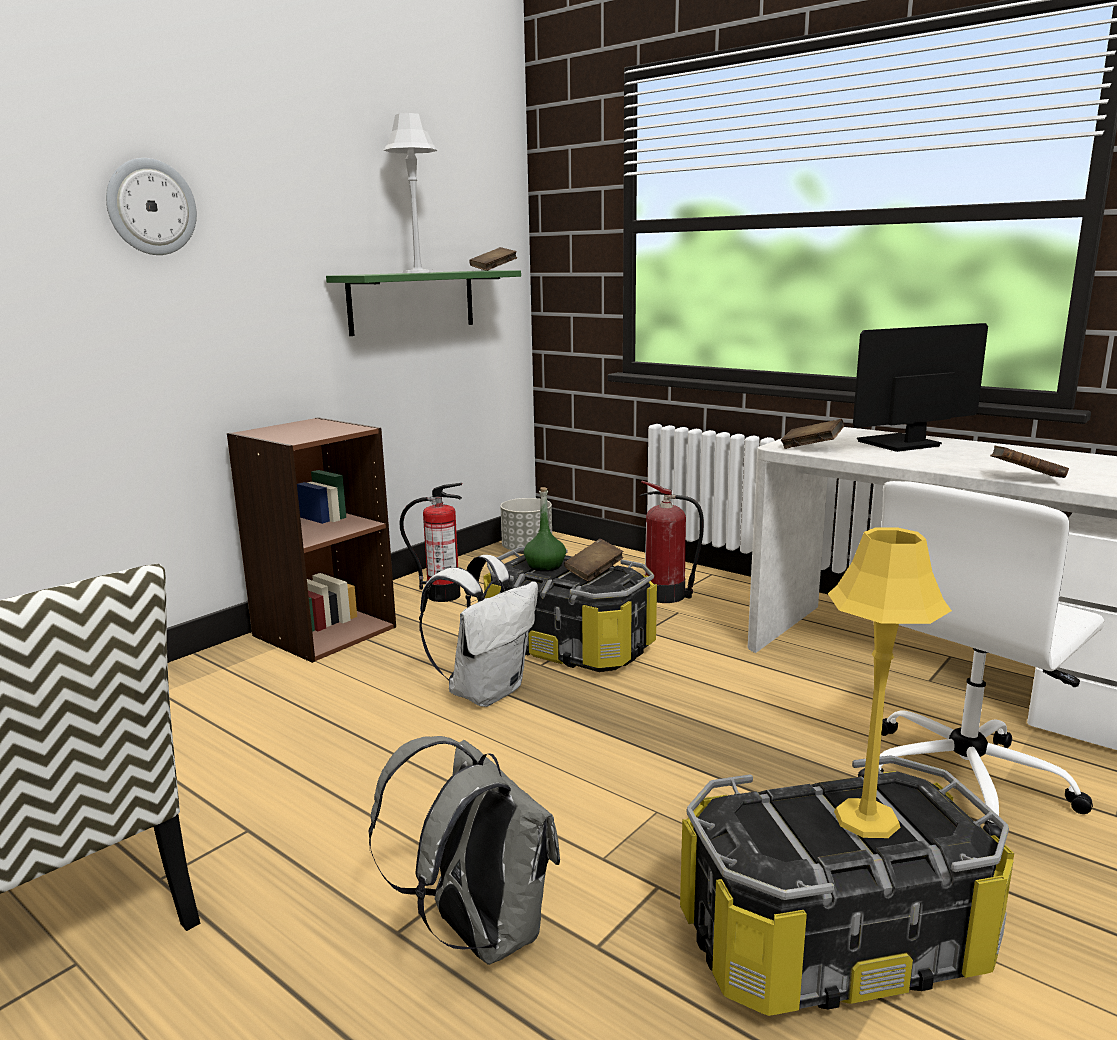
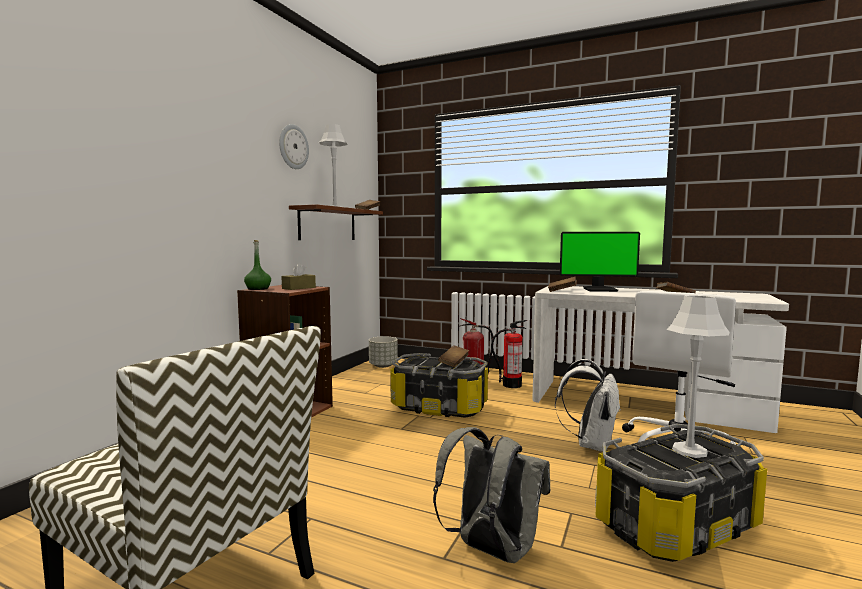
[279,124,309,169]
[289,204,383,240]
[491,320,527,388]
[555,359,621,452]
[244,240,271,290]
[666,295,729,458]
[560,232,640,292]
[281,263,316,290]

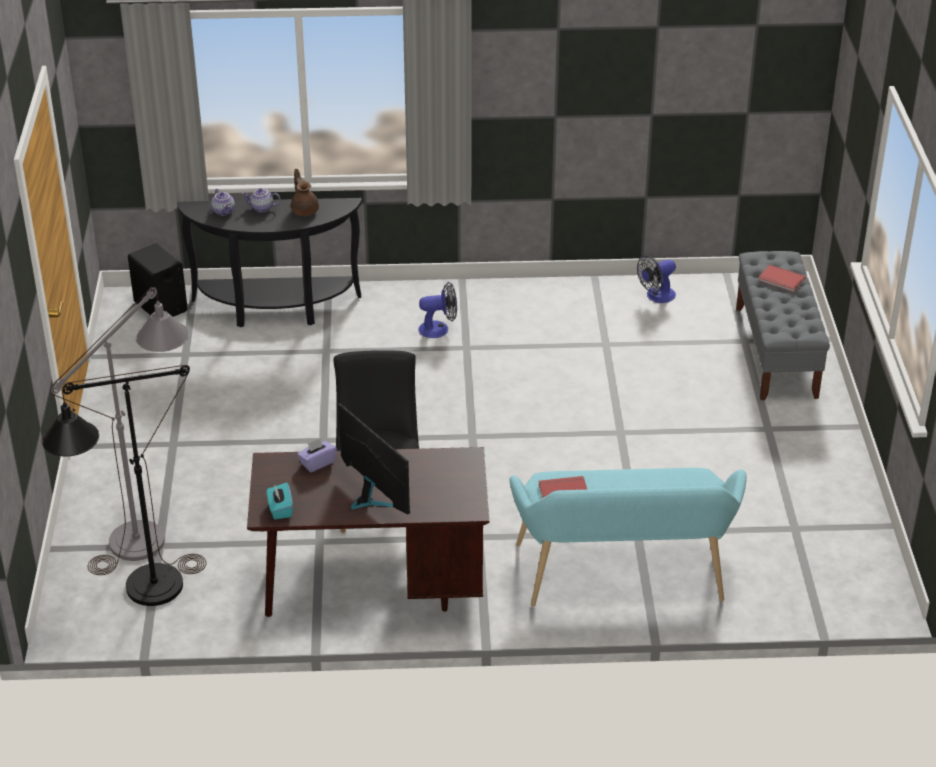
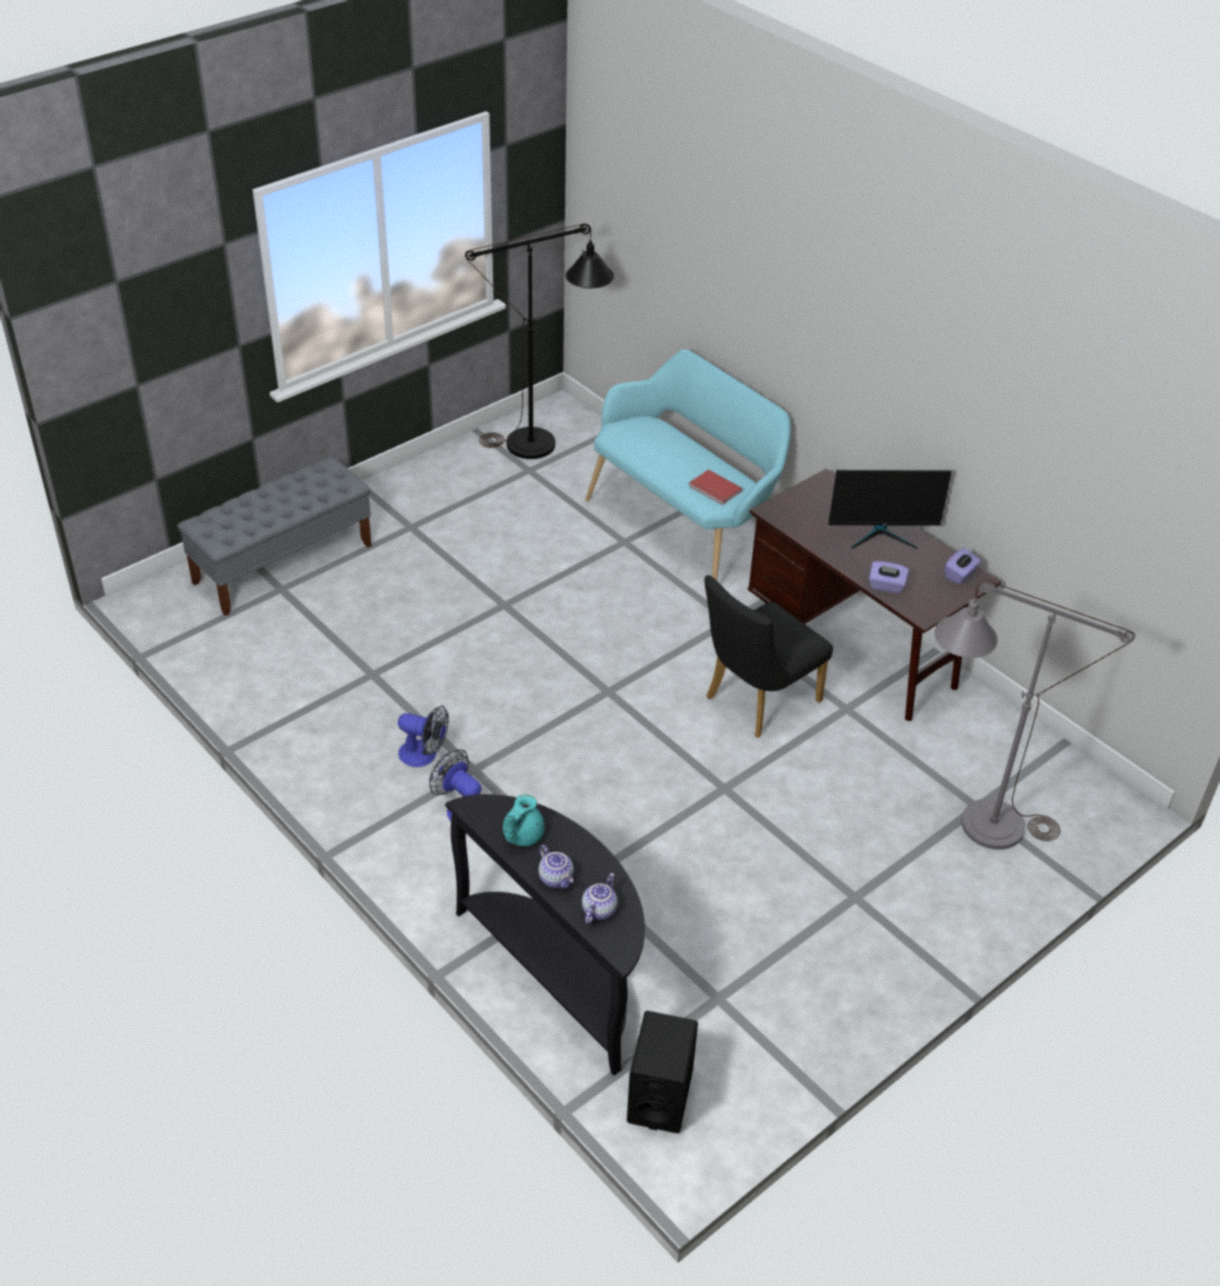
[465,224,614,459]
[945,548,981,585]
[503,794,544,846]
[828,470,952,549]
[398,705,449,767]
[758,265,806,292] (first image)

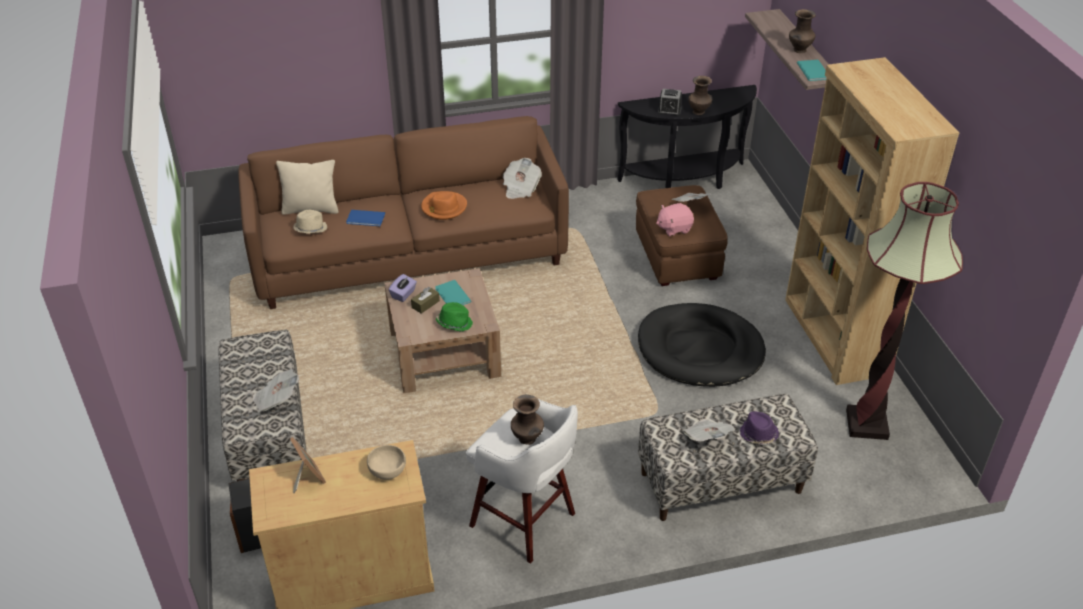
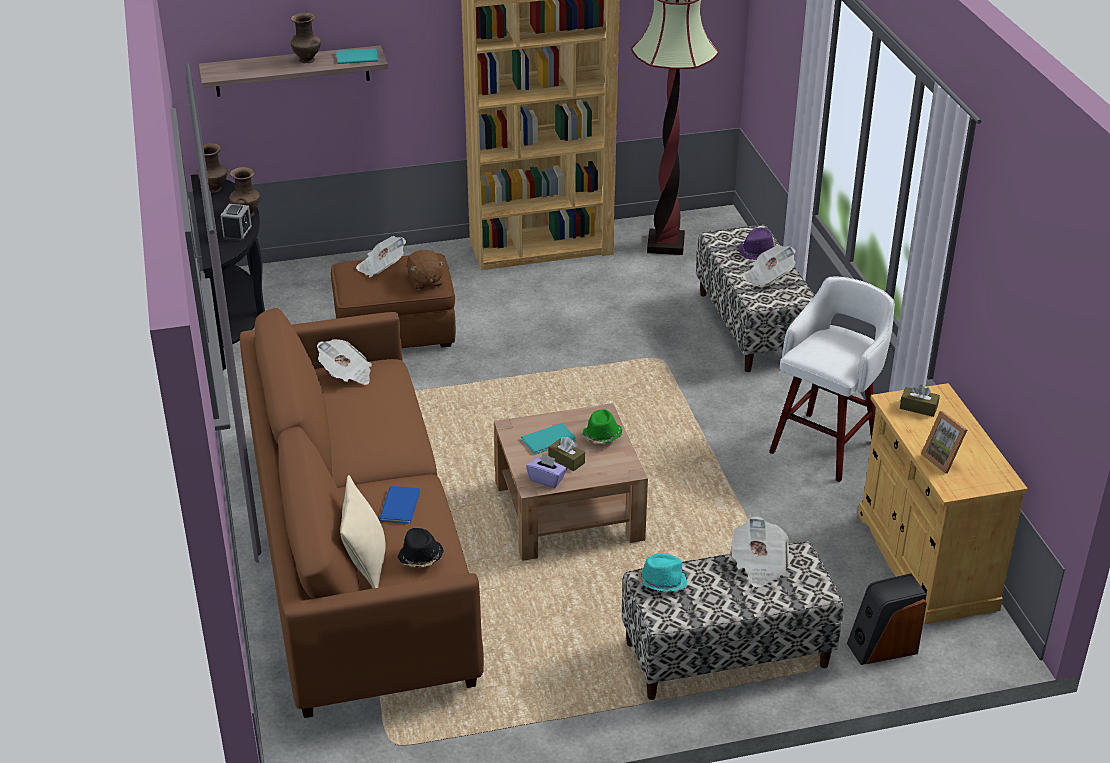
[921,411,967,474]
[398,528,444,567]
[900,385,940,417]
[421,191,467,220] (first image)
[197,143,227,193]
[638,303,766,387] (first image)
[407,250,445,290]
[638,553,687,591]

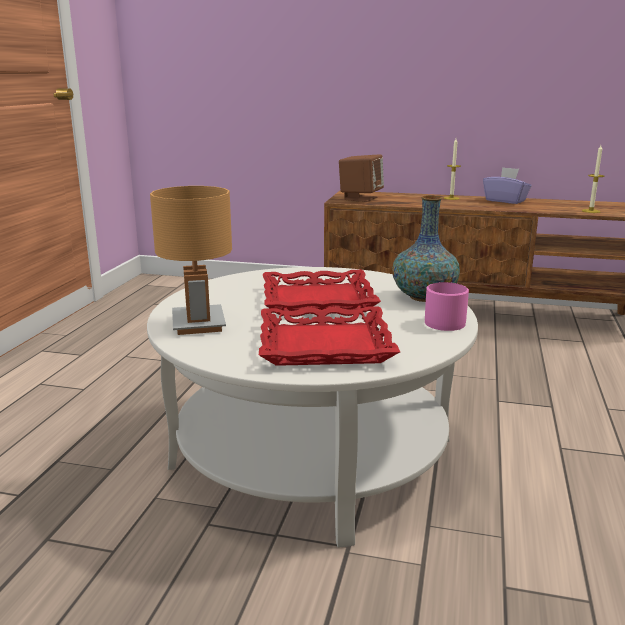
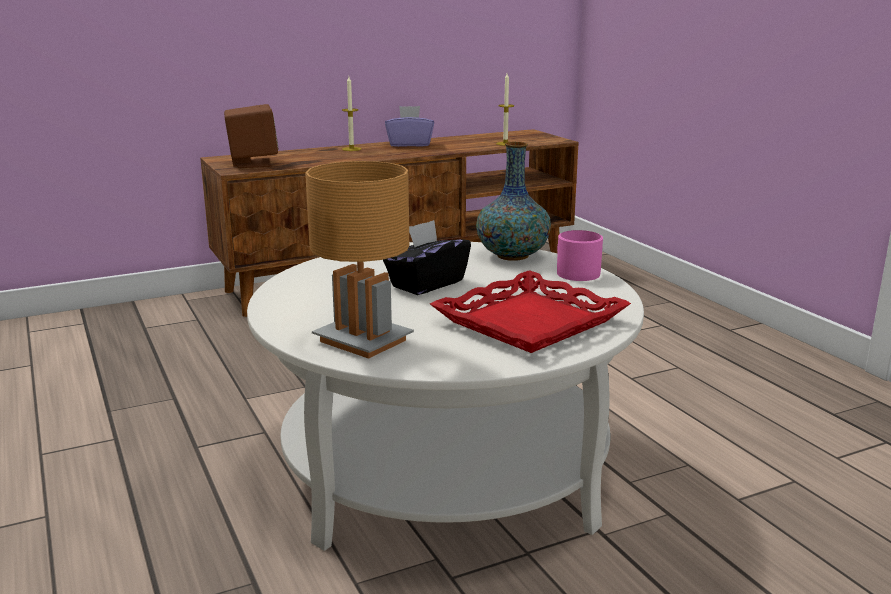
[383,220,471,295]

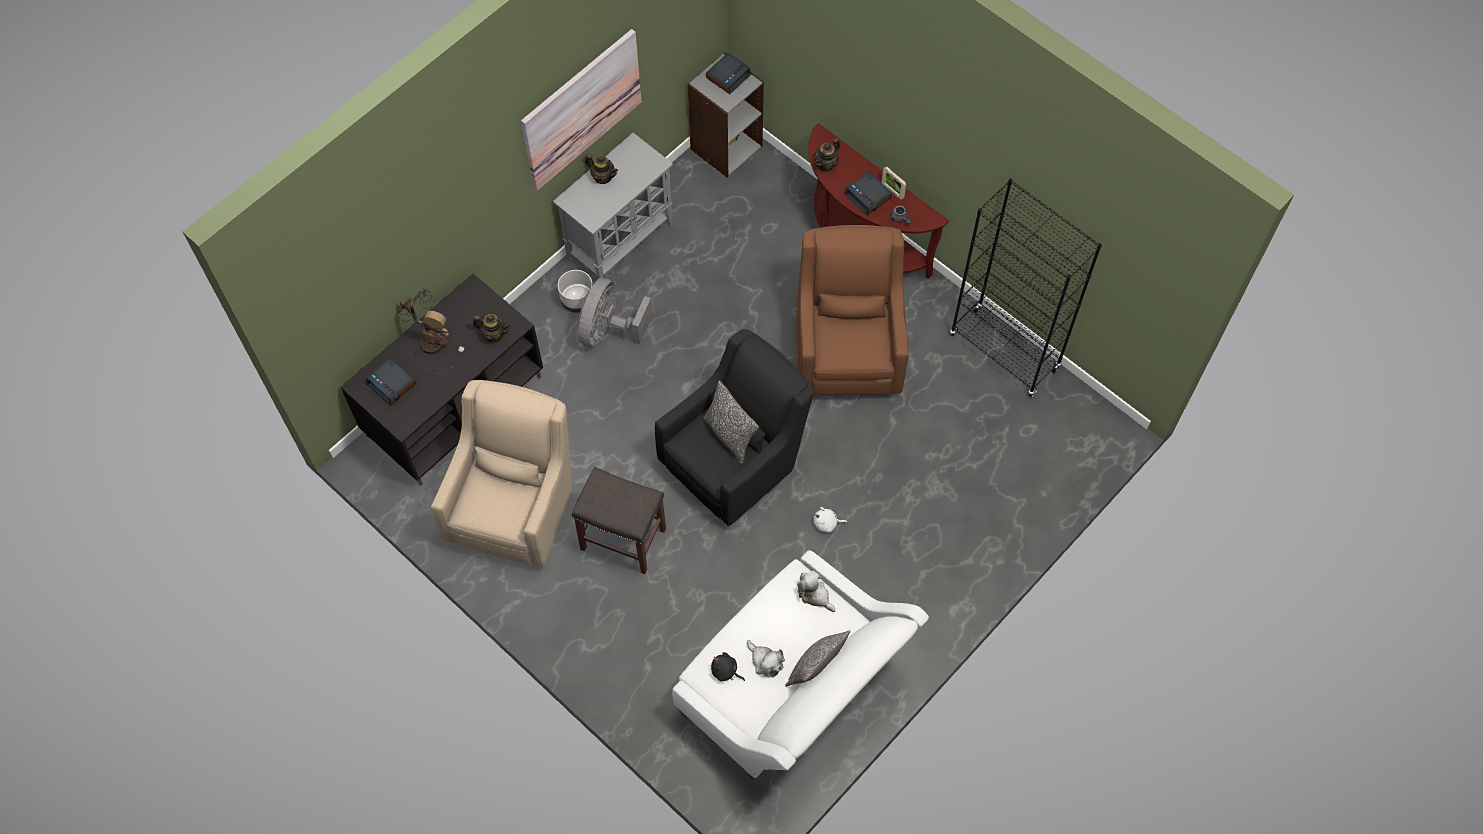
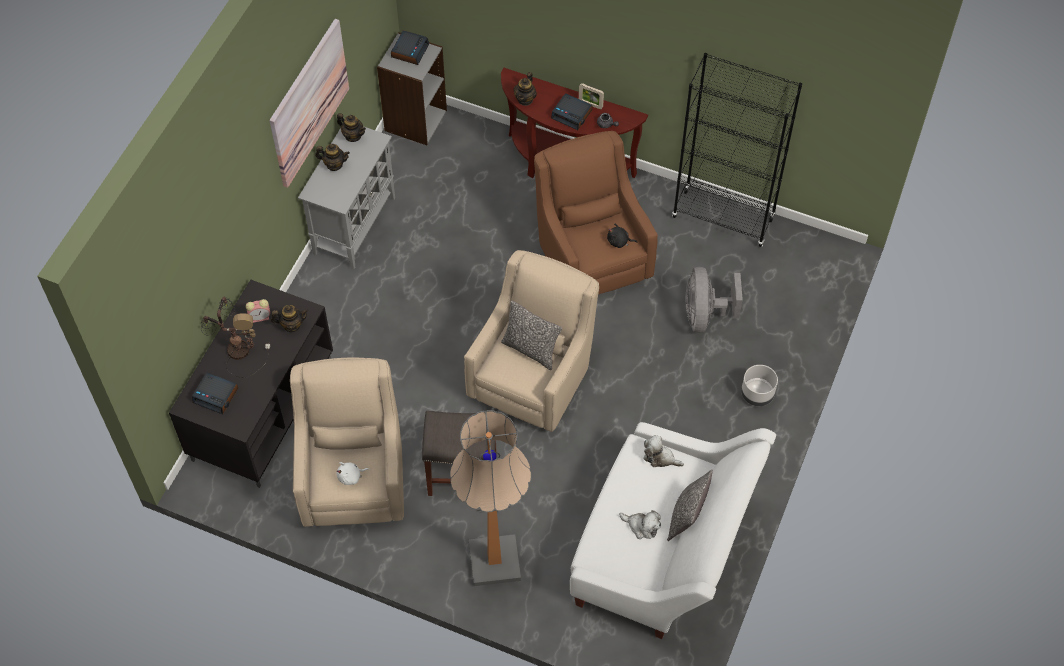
[741,365,778,406]
[685,267,743,333]
[464,250,599,432]
[607,223,638,248]
[337,462,370,485]
[246,299,270,323]
[337,113,366,142]
[450,410,531,586]

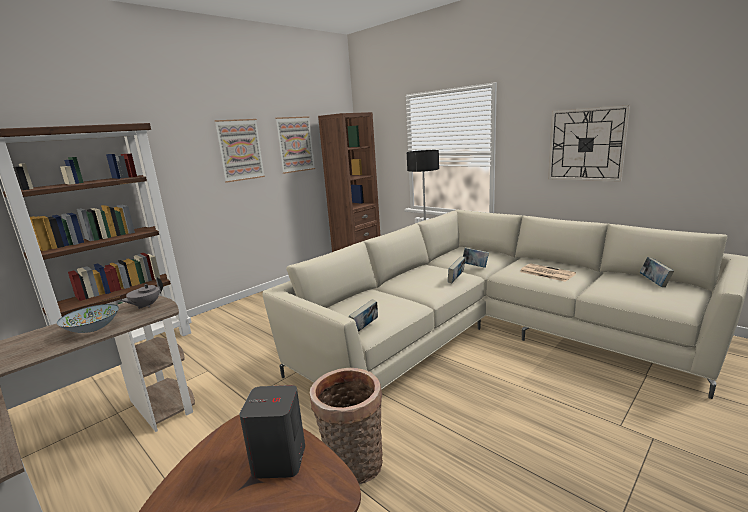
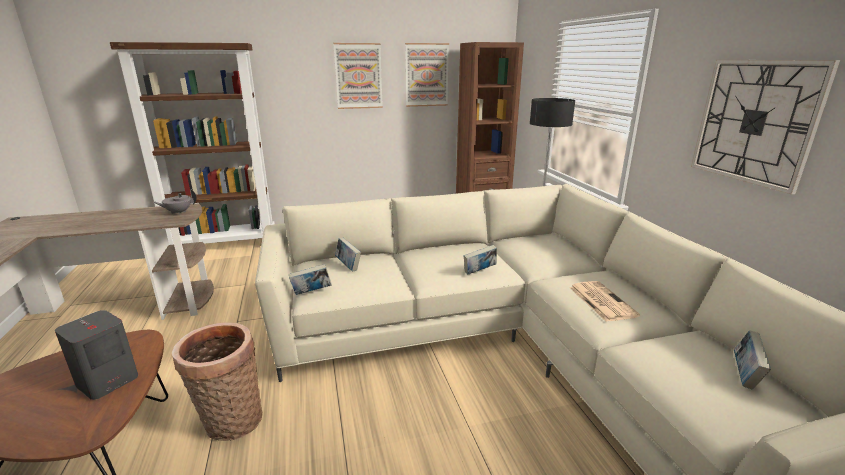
[57,304,119,333] (first image)
[335,238,361,271]

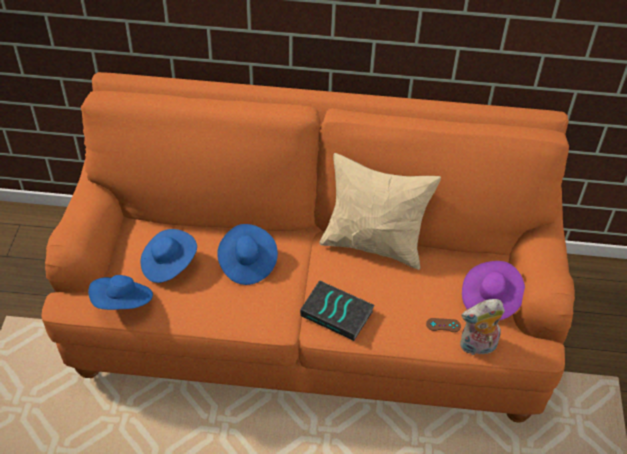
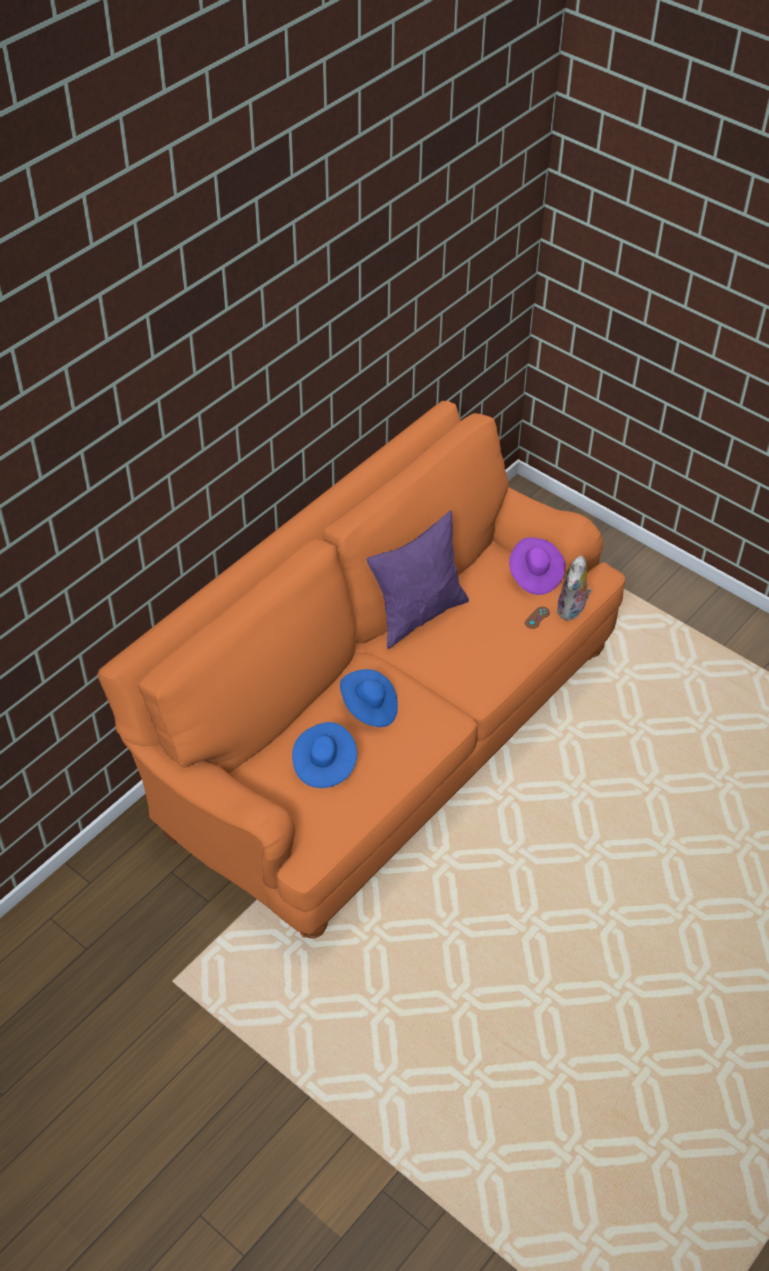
[88,275,153,310] (first image)
[300,280,375,341] (first image)
[367,510,469,649]

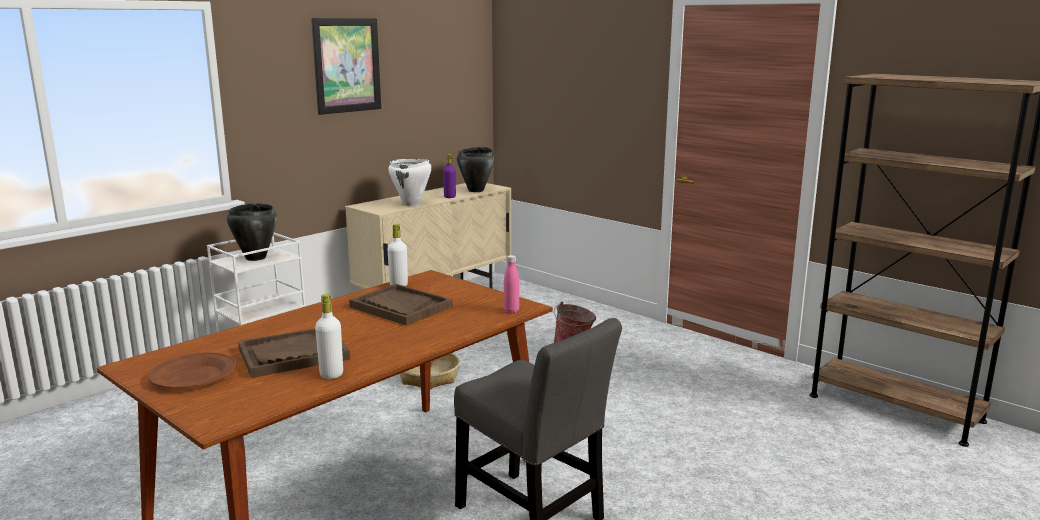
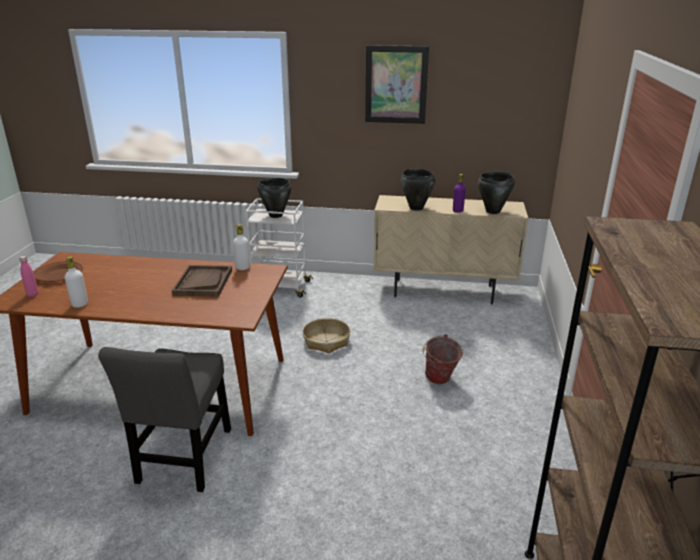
[238,329,350,378] (first image)
[401,169,435,211]
[19,256,38,297]

